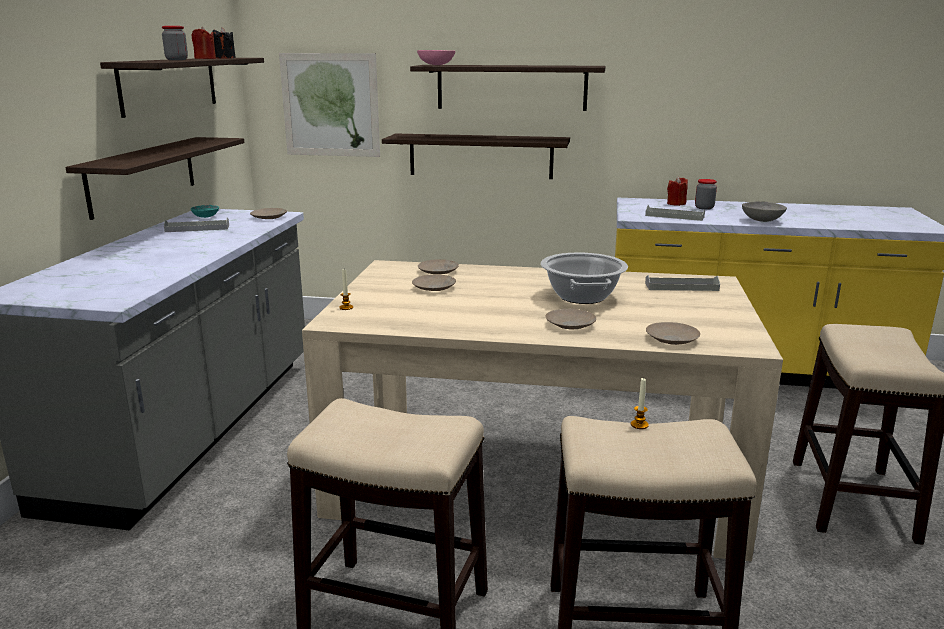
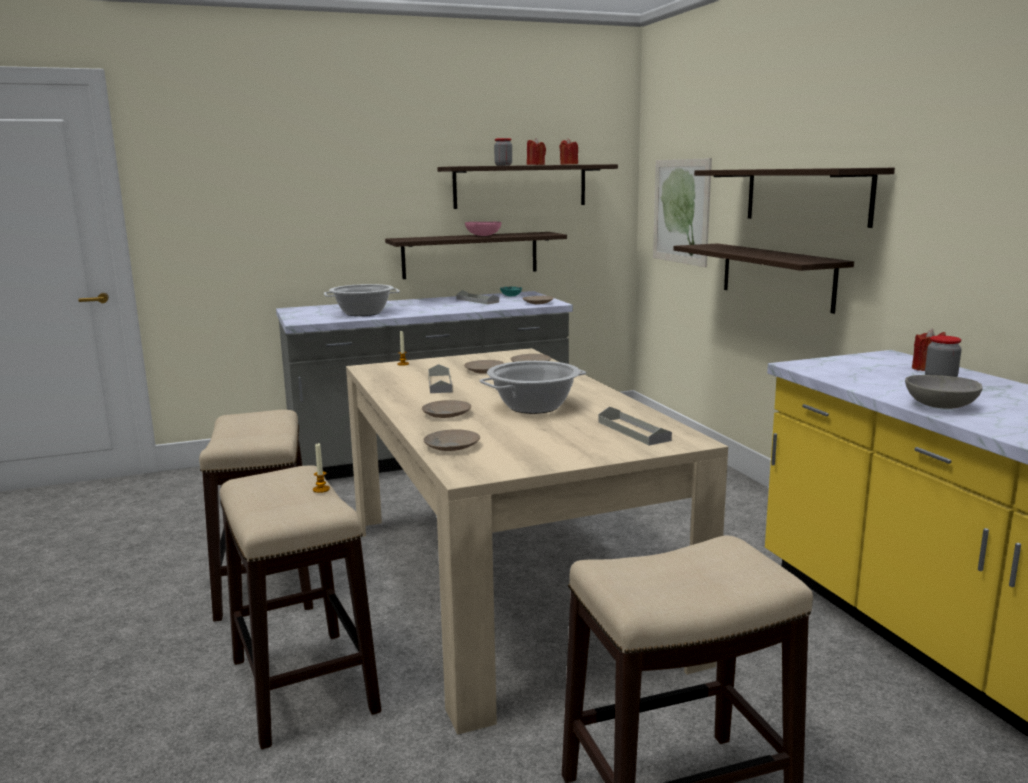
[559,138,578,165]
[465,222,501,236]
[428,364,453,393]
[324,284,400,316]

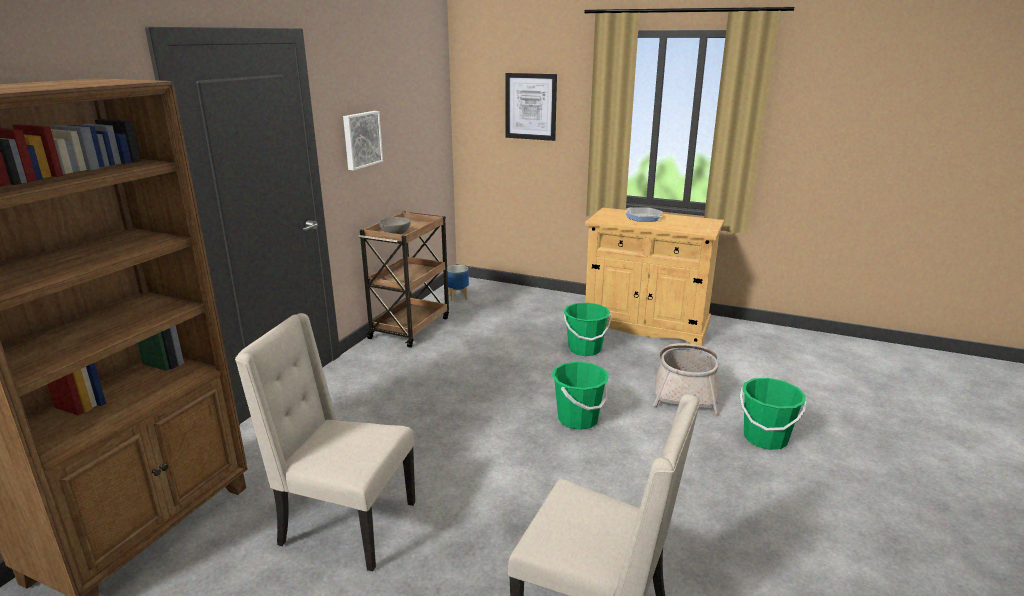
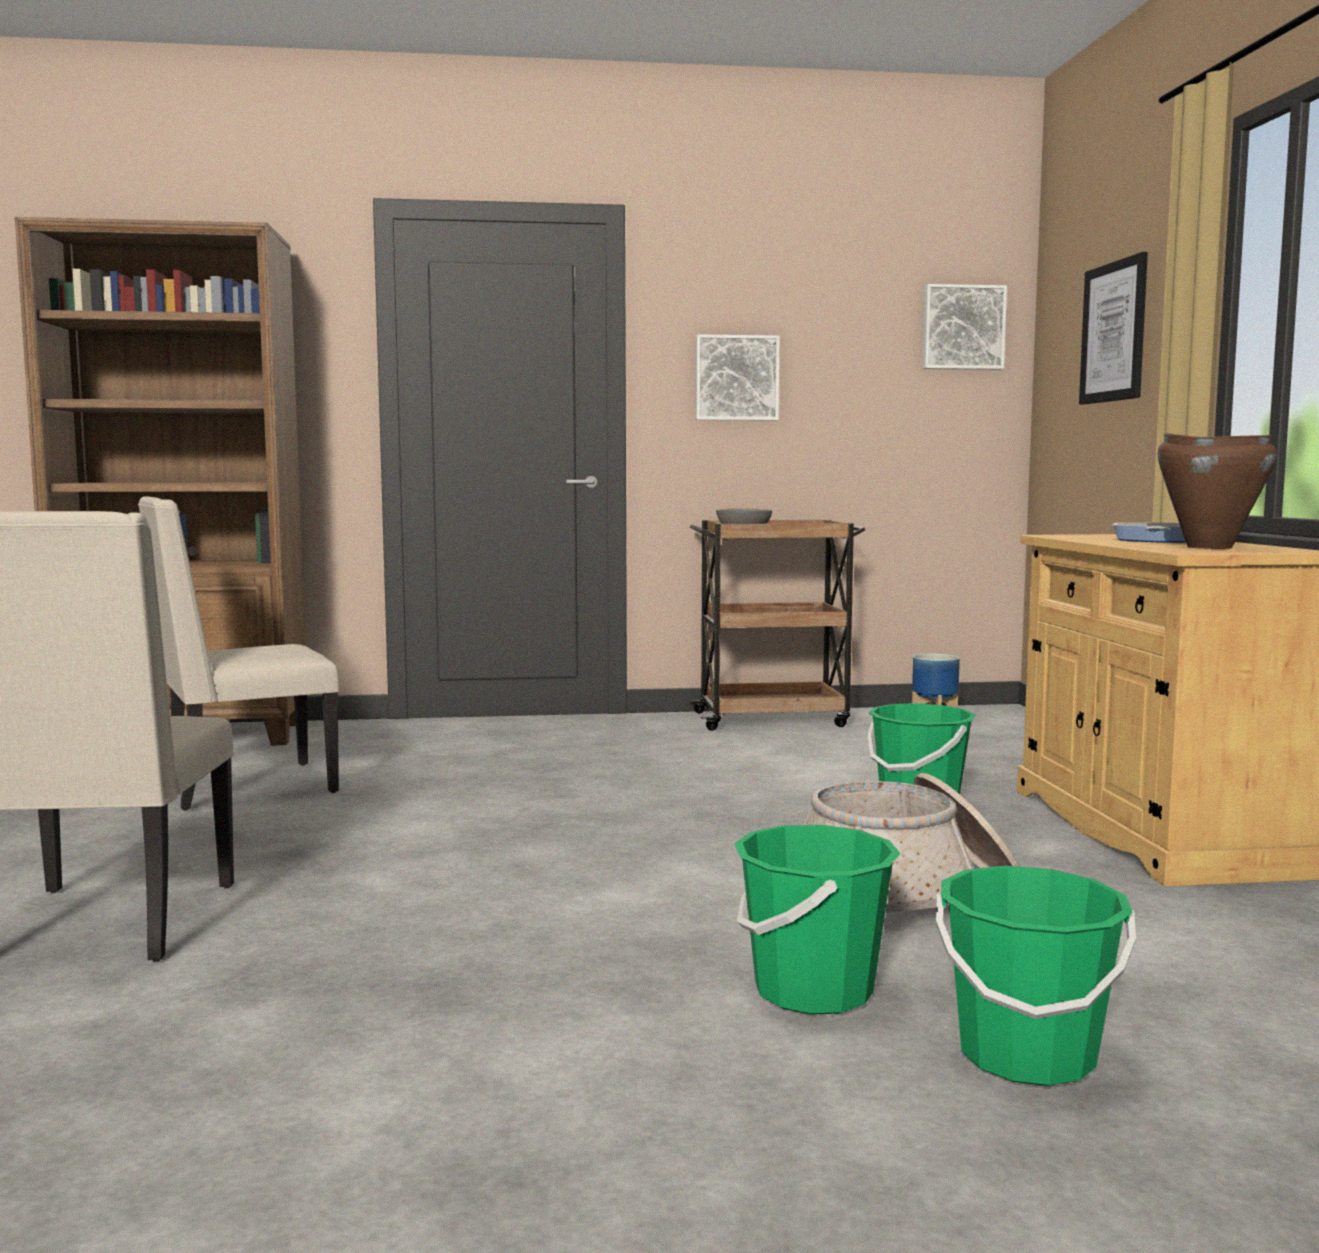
[138,496,340,811]
[936,866,1136,1086]
[922,284,1007,370]
[1157,433,1277,549]

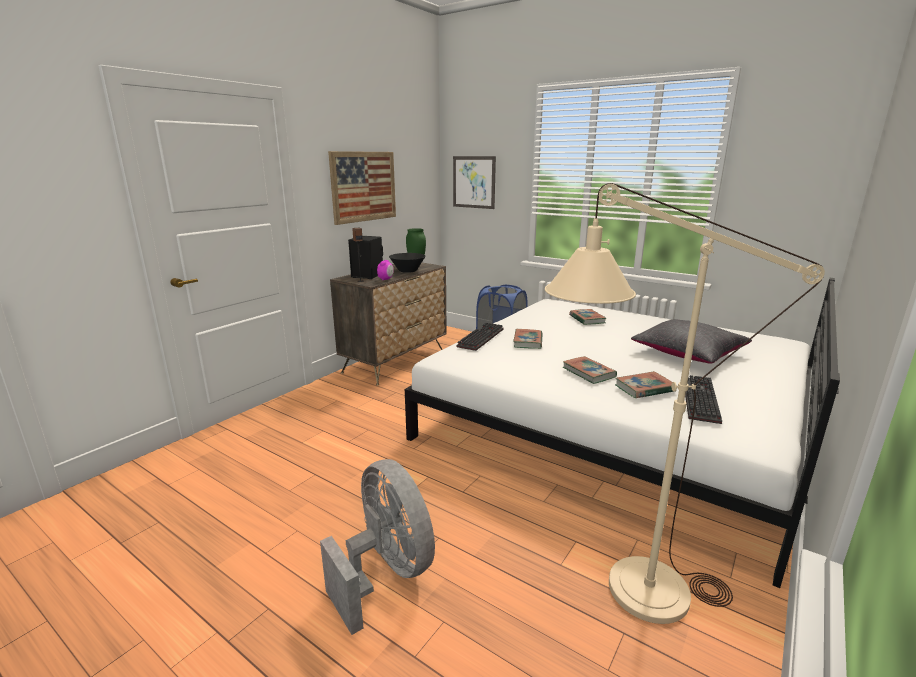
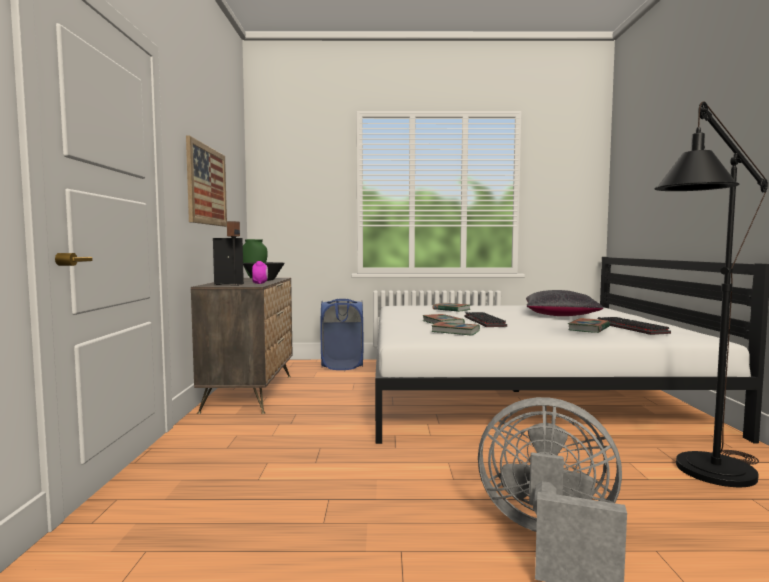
[453,156,496,209] (first image)
[465,312,507,327]
[654,101,768,487]
[431,322,480,336]

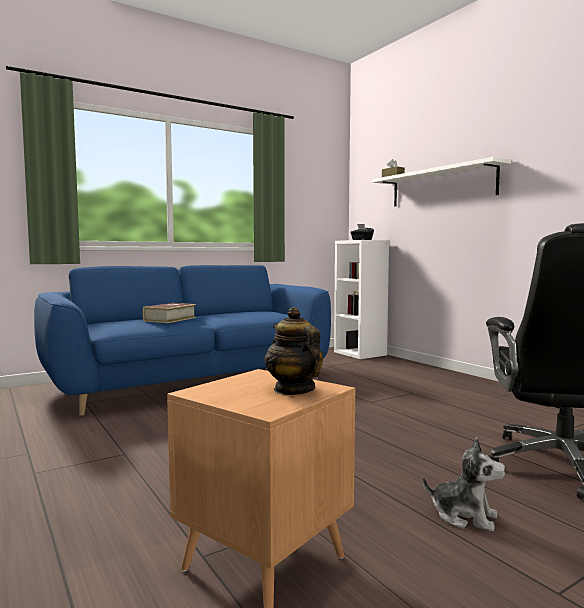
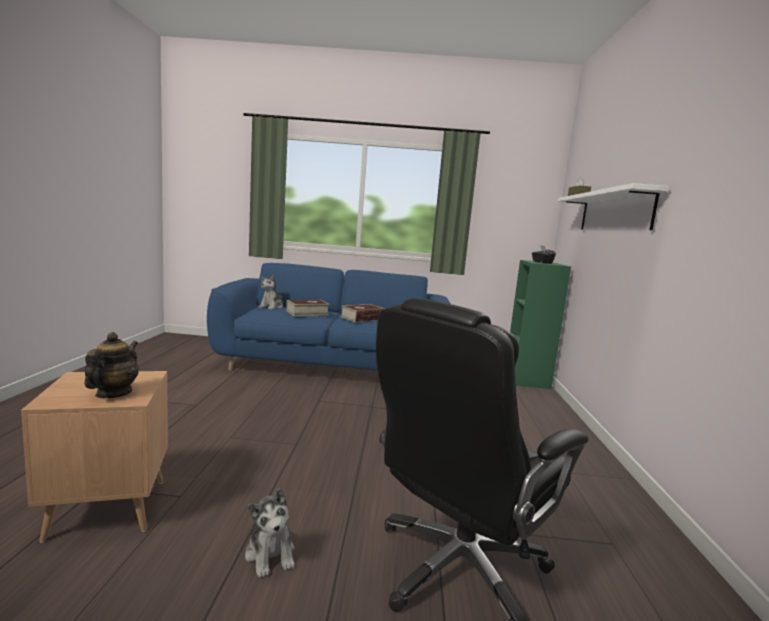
[510,260,571,389]
[258,274,283,309]
[341,304,385,322]

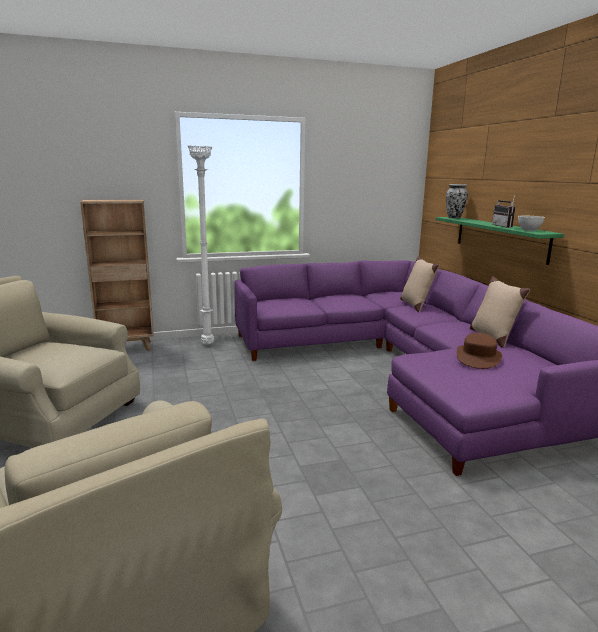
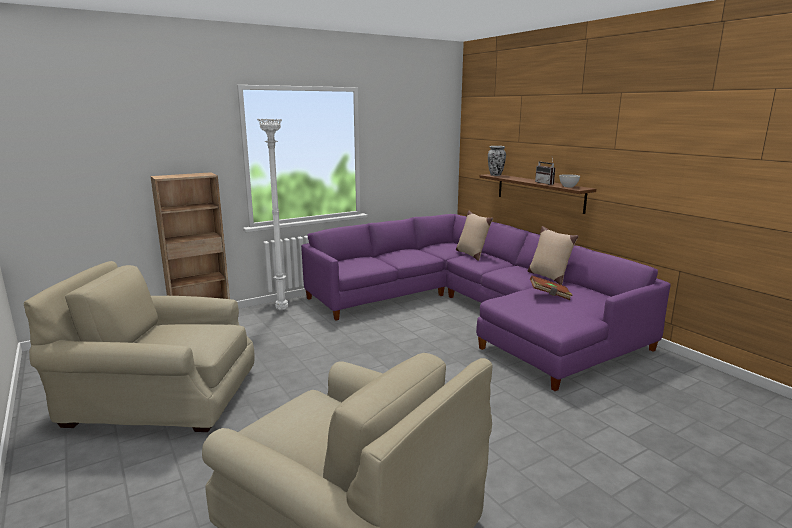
[479,174,596,214]
[530,275,573,300]

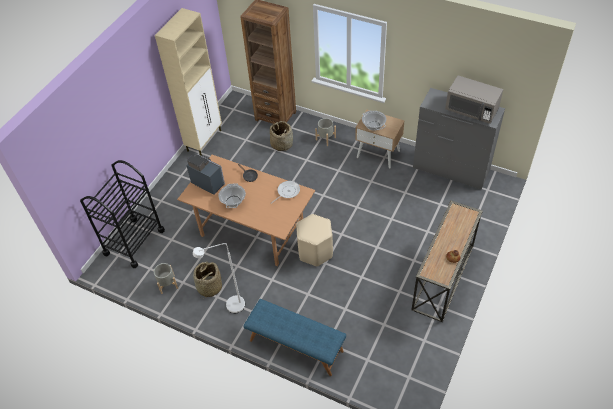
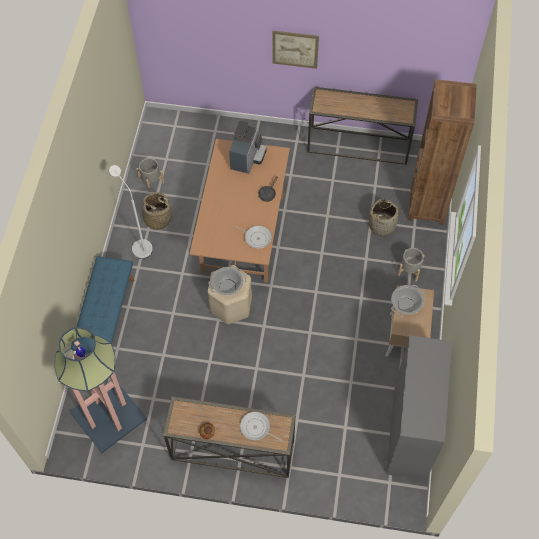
[80,160,165,268] (first image)
[307,87,418,165]
[208,267,247,295]
[445,75,503,124] (first image)
[54,327,147,453]
[240,412,283,442]
[272,31,319,69]

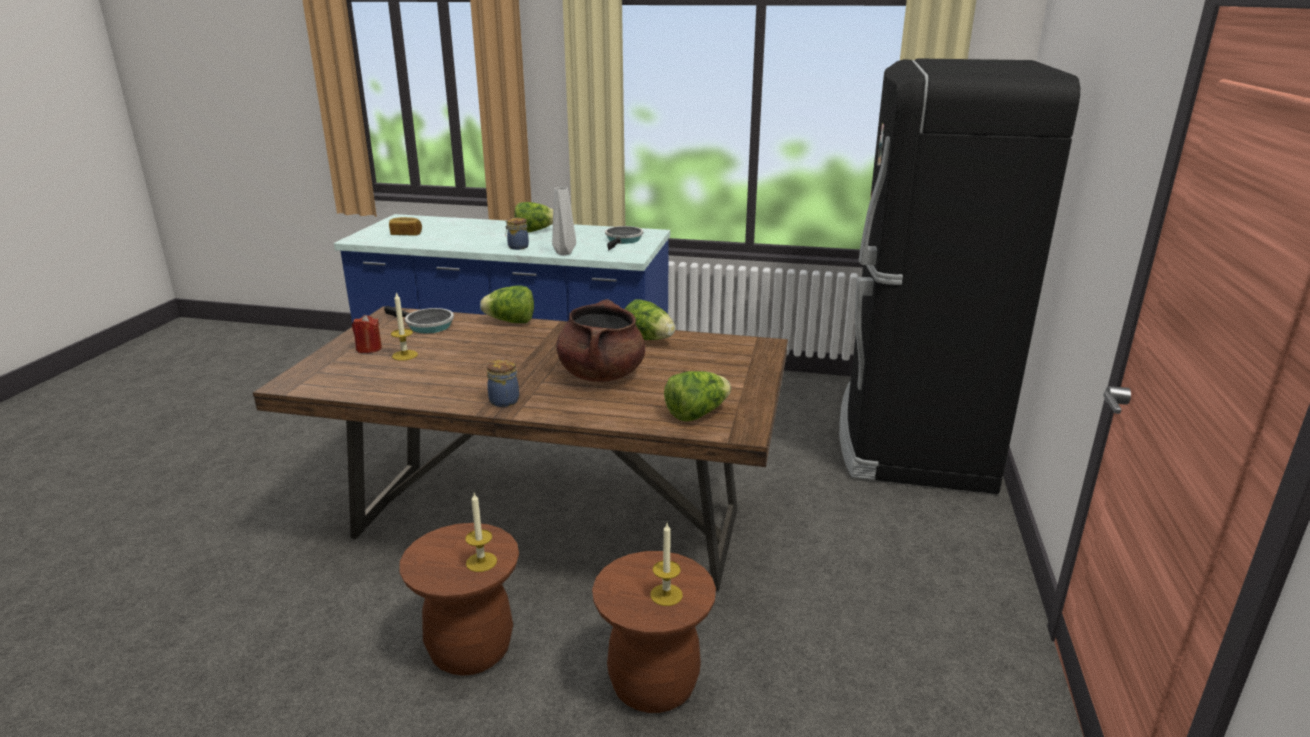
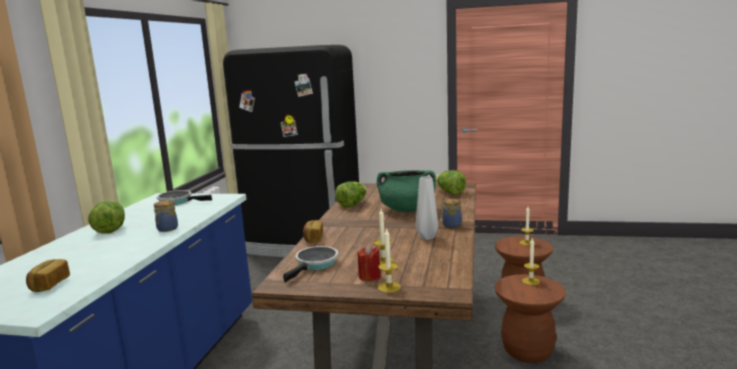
[303,220,323,243]
[415,176,438,240]
[377,170,436,212]
[378,228,401,293]

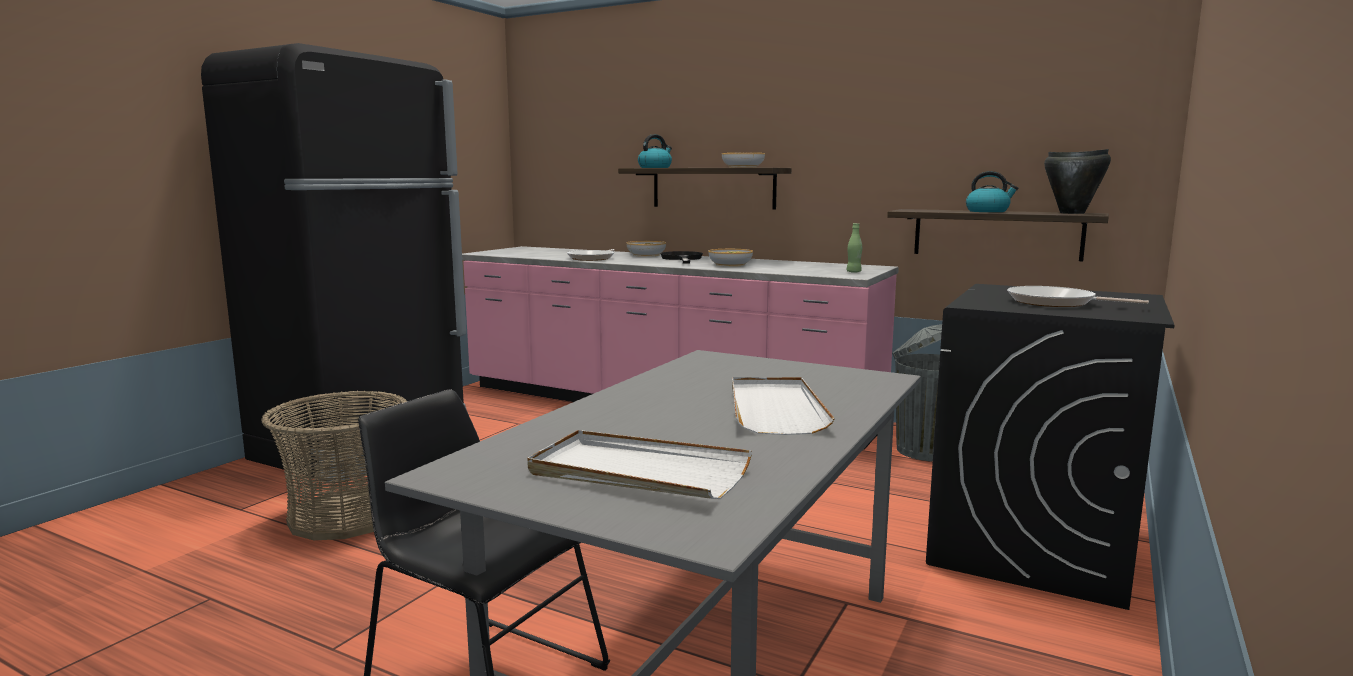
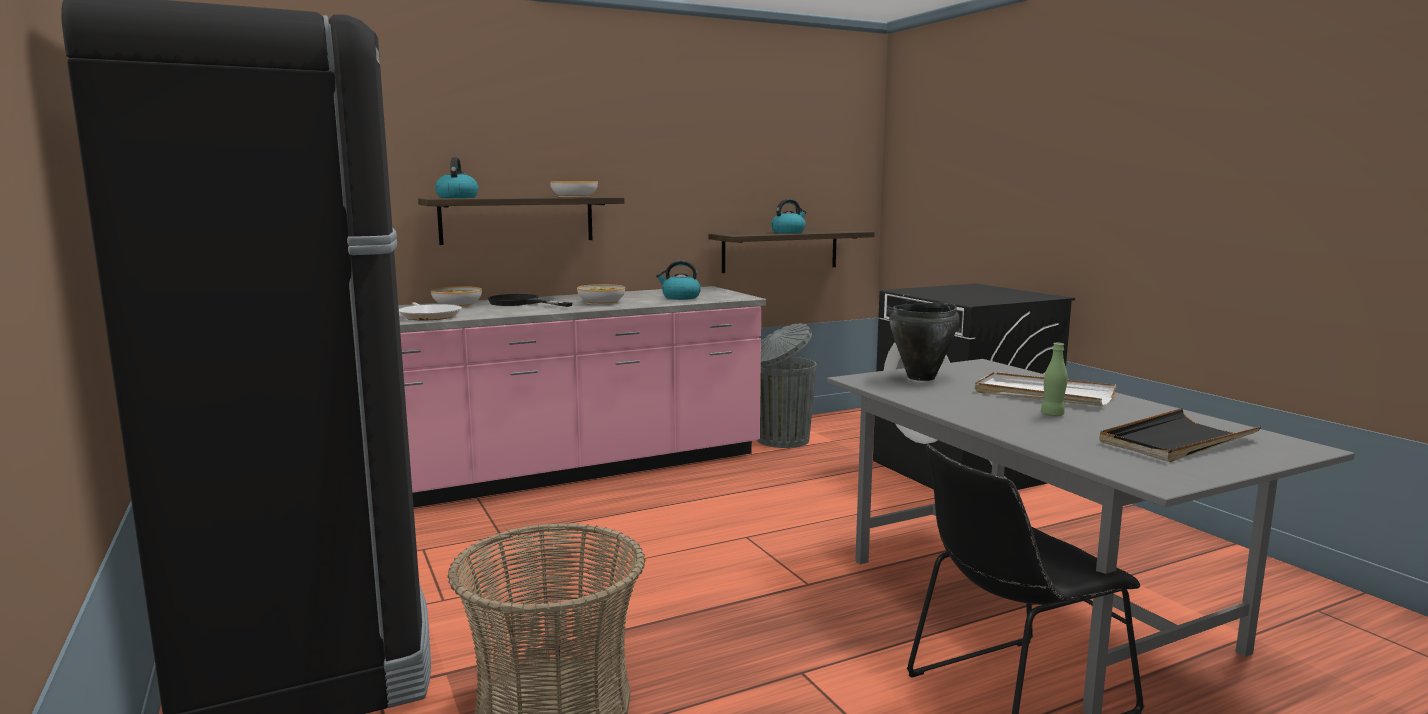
[1099,408,1261,462]
[1041,343,1068,416]
[1007,286,1149,307] (first image)
[889,303,960,381]
[656,260,701,300]

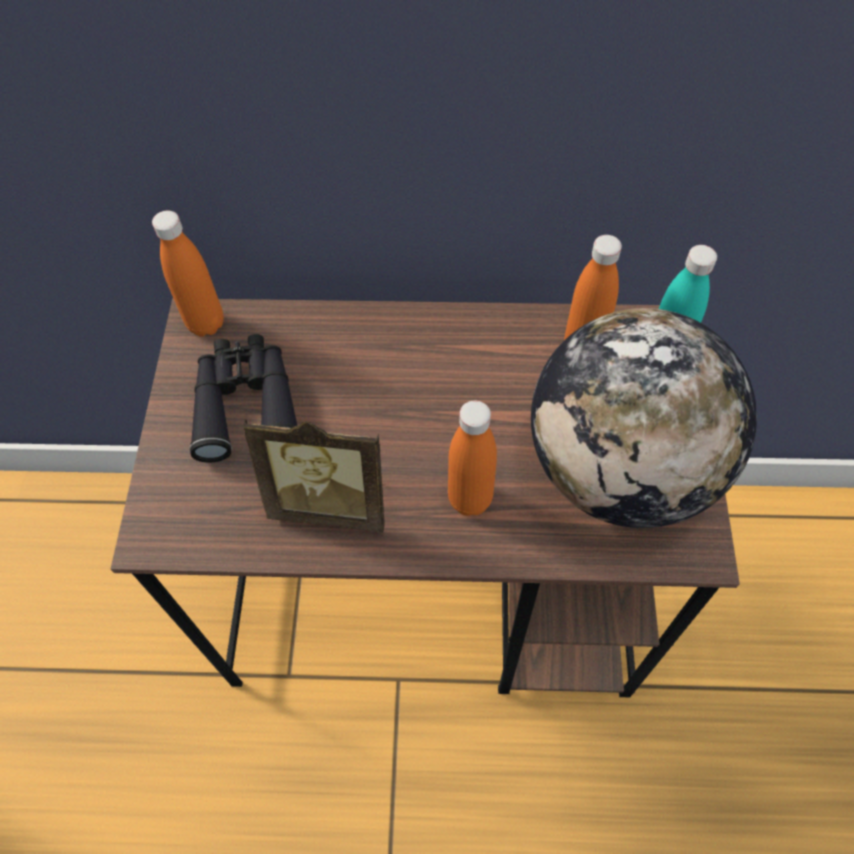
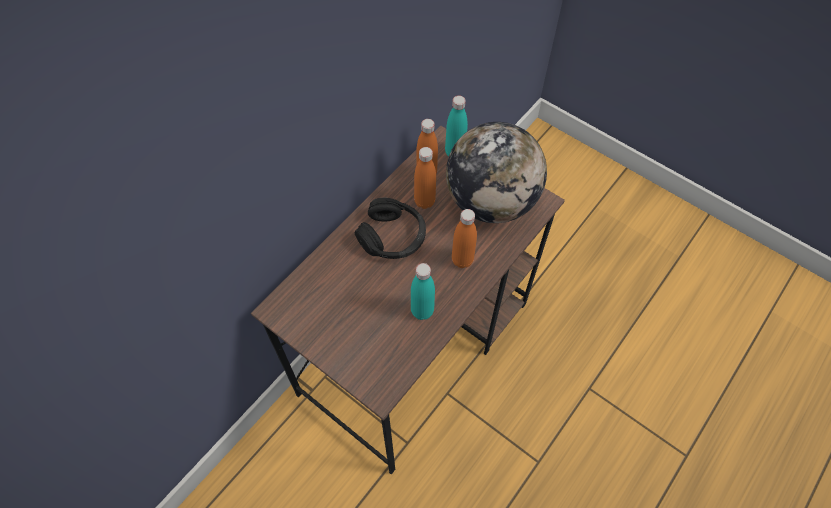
[414,147,436,209]
[189,334,297,463] (first image)
[411,263,435,320]
[355,198,426,259]

